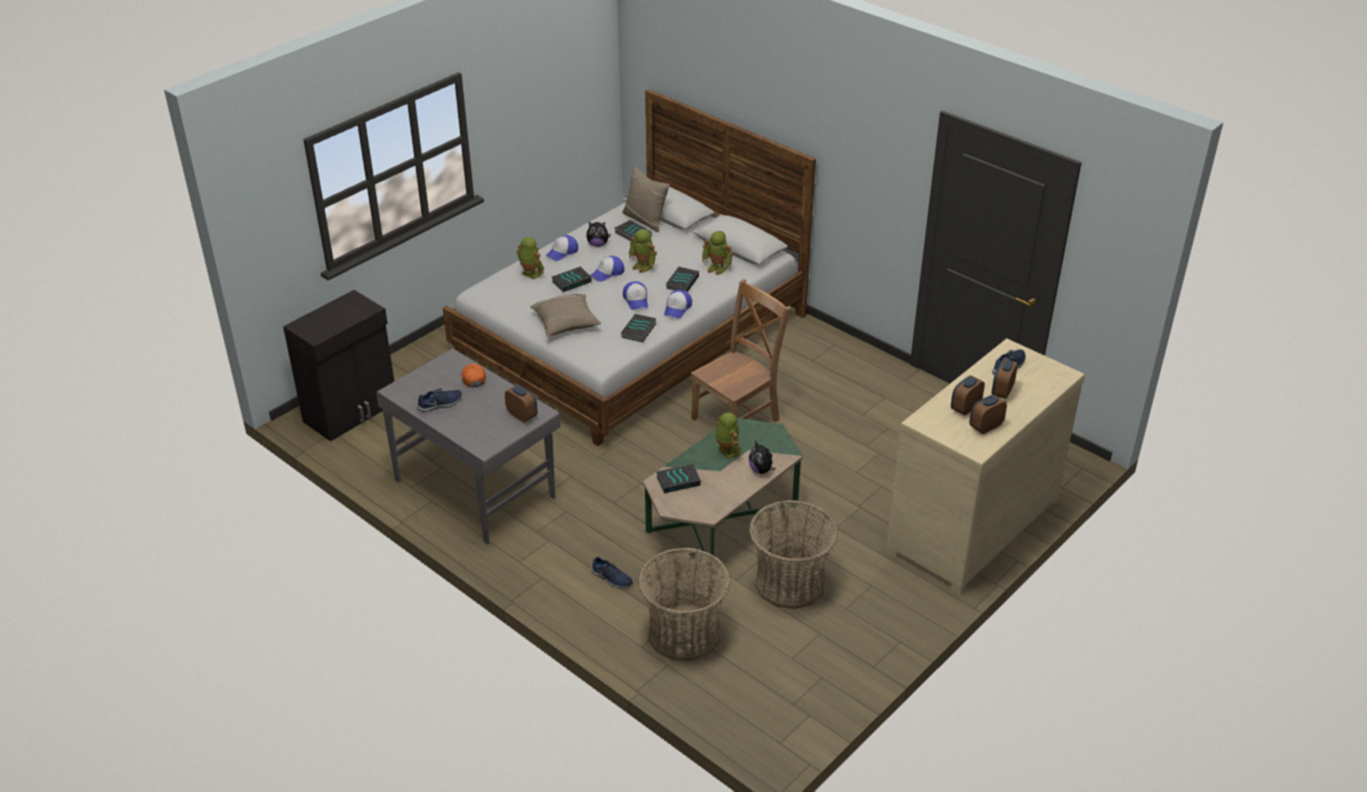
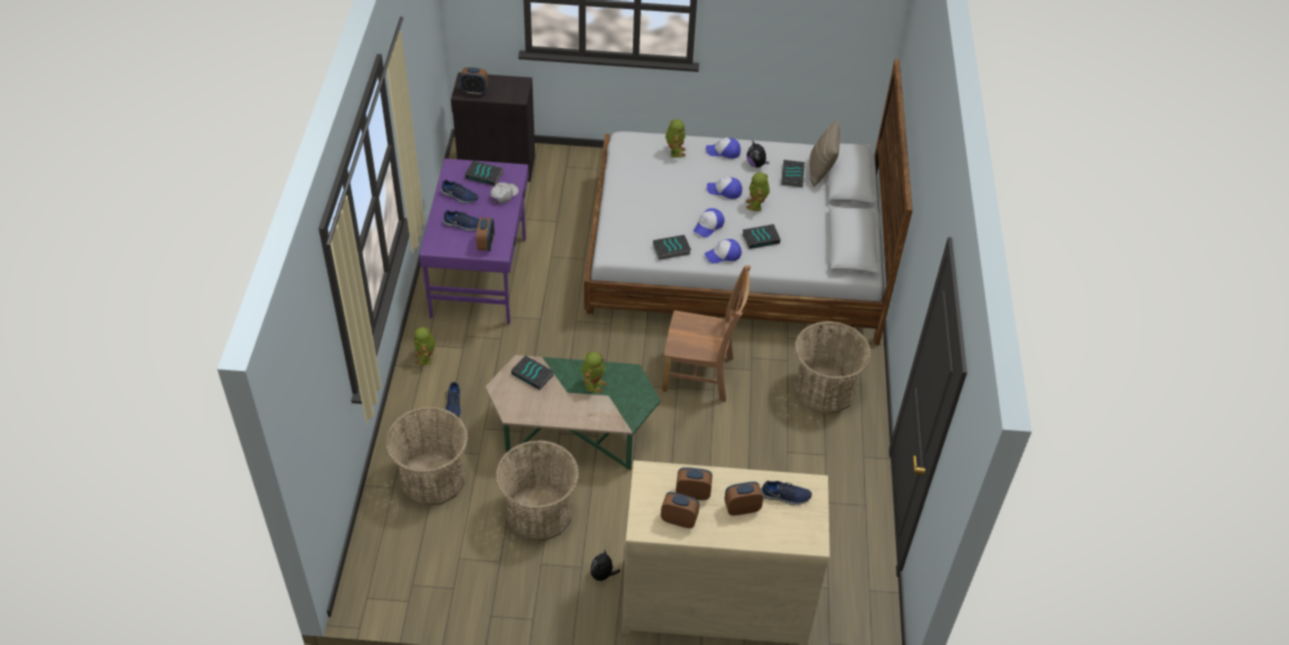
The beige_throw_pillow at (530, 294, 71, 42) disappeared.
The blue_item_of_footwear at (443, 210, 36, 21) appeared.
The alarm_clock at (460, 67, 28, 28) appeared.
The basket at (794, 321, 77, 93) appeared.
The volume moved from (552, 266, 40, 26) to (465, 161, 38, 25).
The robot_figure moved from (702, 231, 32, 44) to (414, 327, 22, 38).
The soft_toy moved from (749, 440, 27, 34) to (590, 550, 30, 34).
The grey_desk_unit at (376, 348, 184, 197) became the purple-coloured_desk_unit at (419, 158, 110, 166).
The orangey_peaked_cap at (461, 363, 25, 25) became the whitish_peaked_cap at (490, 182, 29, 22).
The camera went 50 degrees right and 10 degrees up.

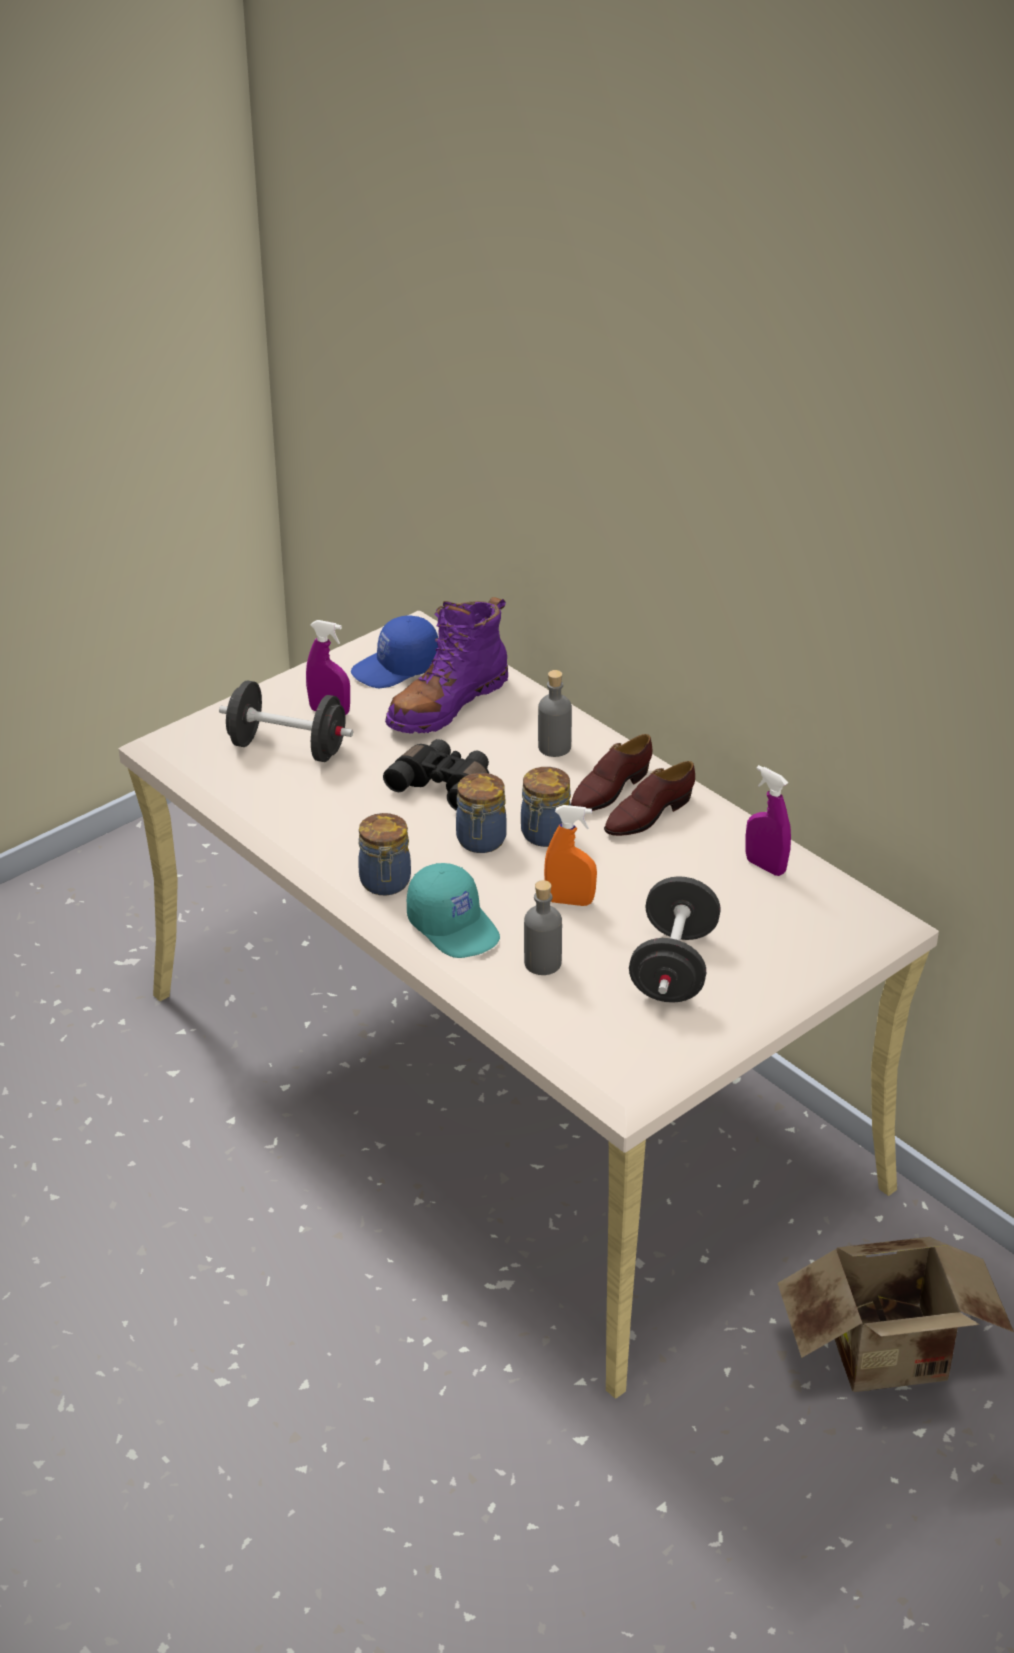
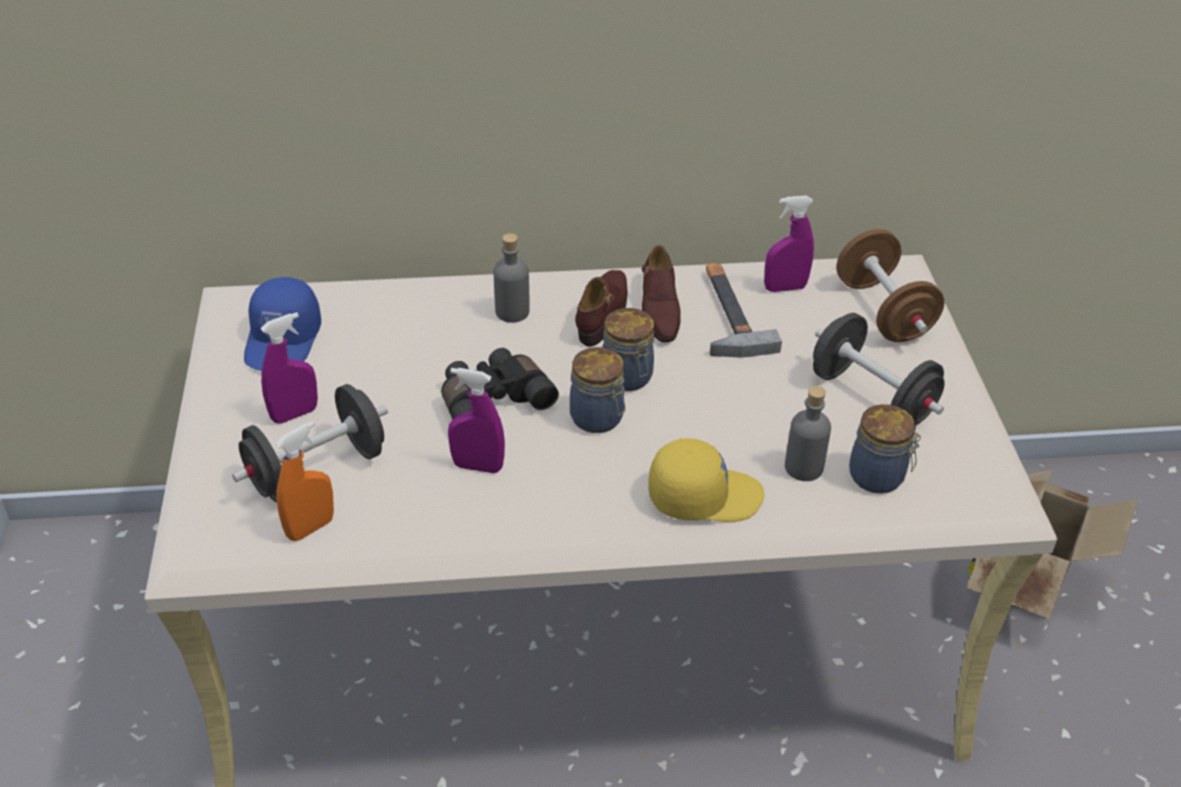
The purple-coloured_tall_boot at (385, 597, 123, 137) disappeared.
The purple-coloured_hand_sprayer at (448, 368, 57, 105) appeared.
The hand_hammer at (706, 263, 76, 95) appeared.
The brown-coloured_free_weight at (836, 229, 108, 113) appeared.
The storage_jar moved from (358, 813, 53, 82) to (849, 404, 72, 90).
The orangey_hand_sprayer moved from (544, 805, 53, 101) to (275, 421, 59, 120).
The turquoise_peaked_cap at (407, 863, 93, 95) became the yellow-coloured_peaked_cap at (648, 438, 116, 84).
The brown-coloured_item_of_footwear at (570, 734, 83, 77) turned 150 degrees counterclockwise.
The camera went 55 degrees left and 5 degrees up.

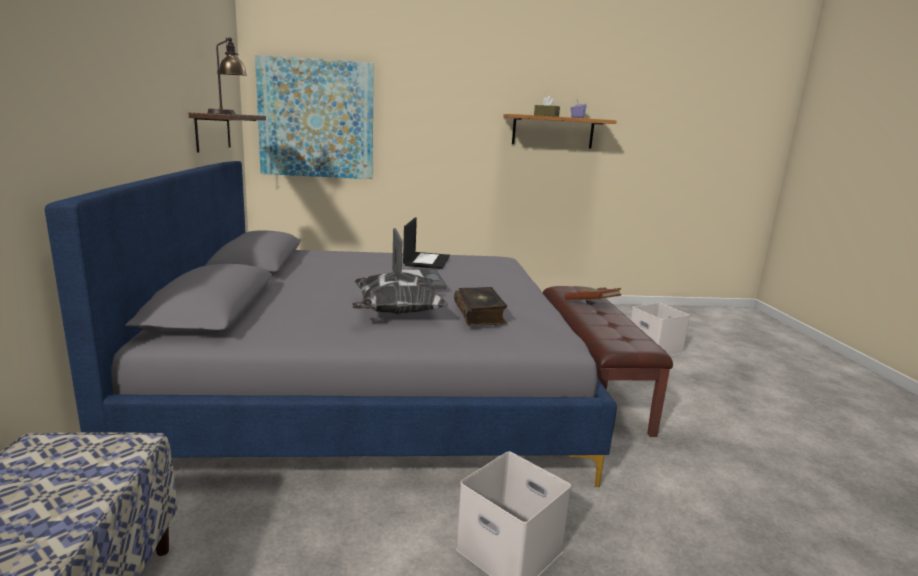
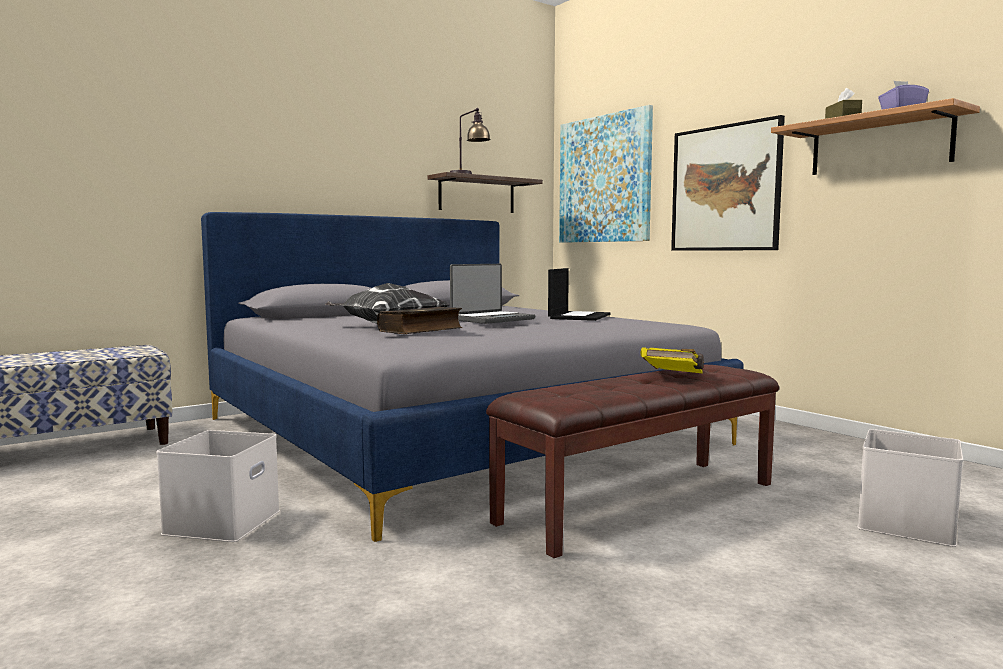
The picture at (671, 115, 114, 136) appeared.
The brown-coloured_volume at (564, 288, 57, 12) became the yellow-coloured_volume at (641, 347, 63, 26).
The portable_computer at (403, 218, 47, 51) turned 45 degrees counterclockwise.
The camera went 60 degrees right and 10 degrees down.

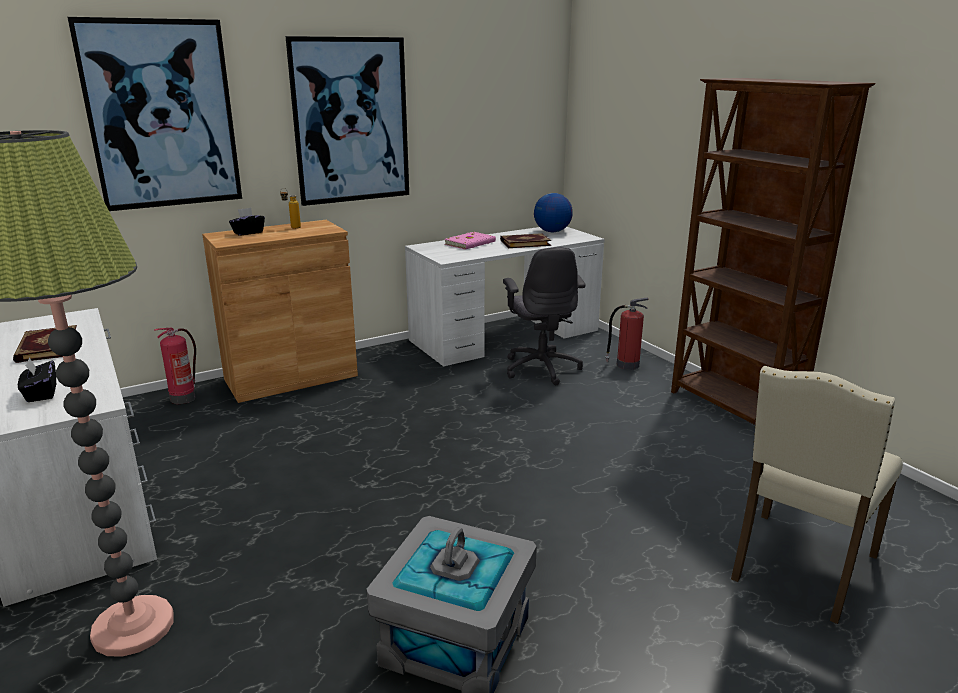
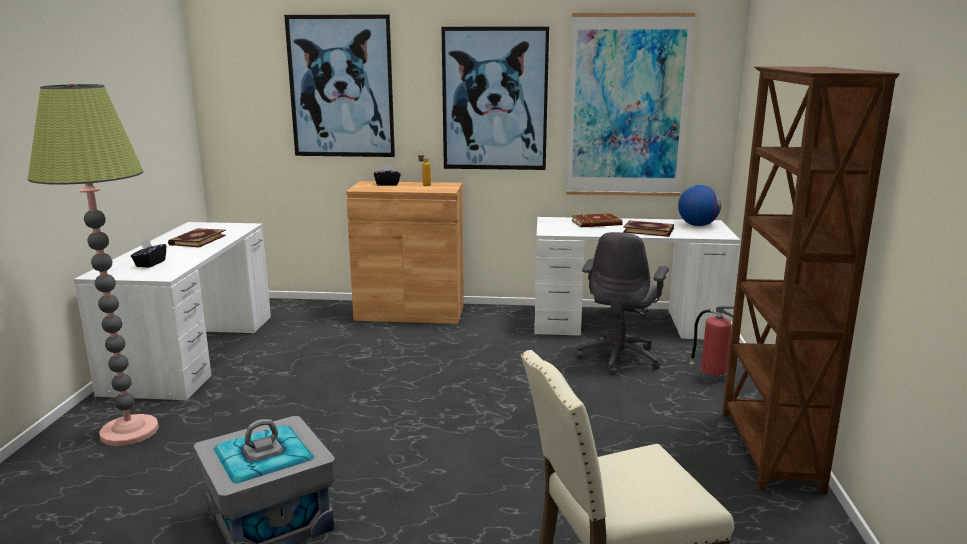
The fire-fighting_cylinder at (155, 328, 41, 76) disappeared.
The picture at (566, 13, 129, 183) appeared.
The pinkish_volume at (444, 232, 52, 18) became the brown-coloured_volume at (571, 213, 52, 14).
The camera went 35 degrees right and 5 degrees down.

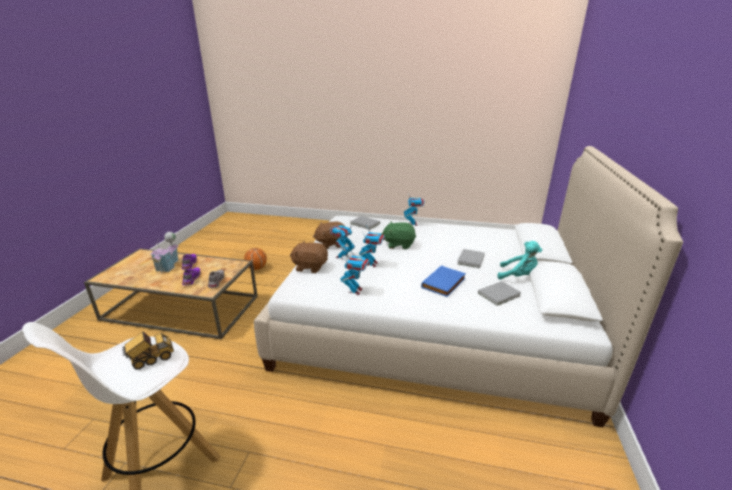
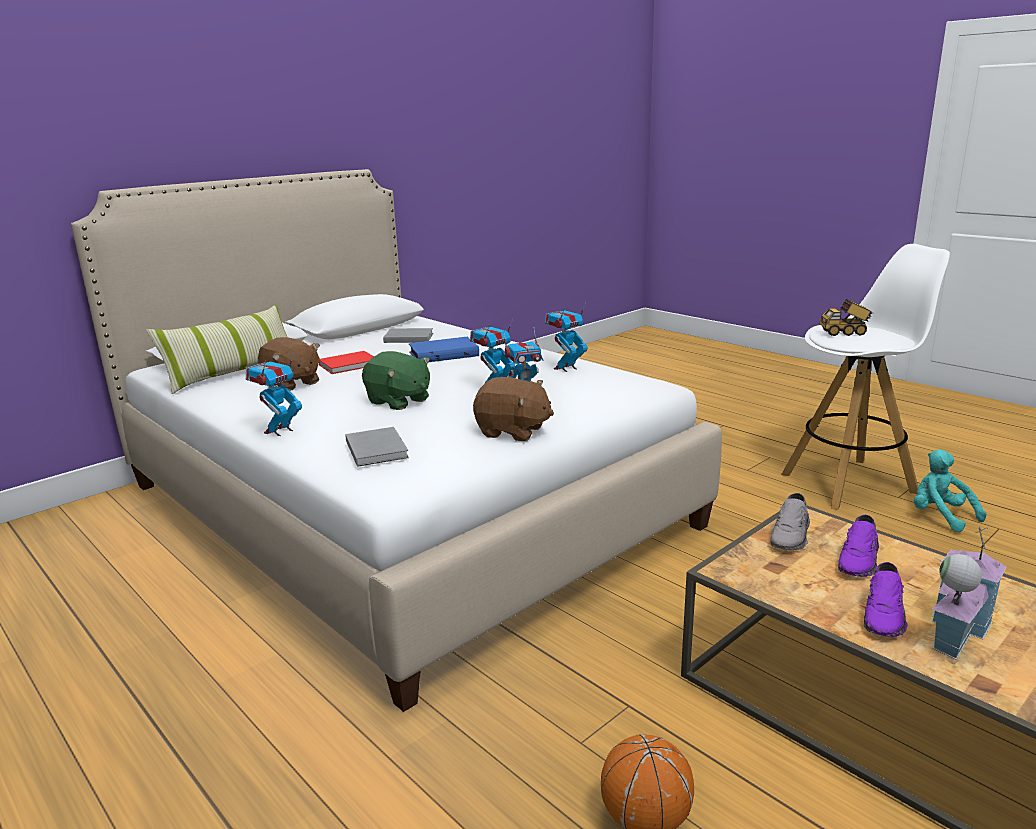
The throw_pillow at (147, 305, 140, 89) appeared.
The brown-coloured_soft_toy moved from (290, 241, 38, 32) to (258, 337, 62, 54).
The turquoise_soft_toy moved from (498, 241, 44, 39) to (914, 449, 73, 83).
The grey_volume at (457, 249, 28, 19) became the red-coloured_volume at (319, 351, 55, 23).
The camera went 145 degrees left and 5 degrees down.

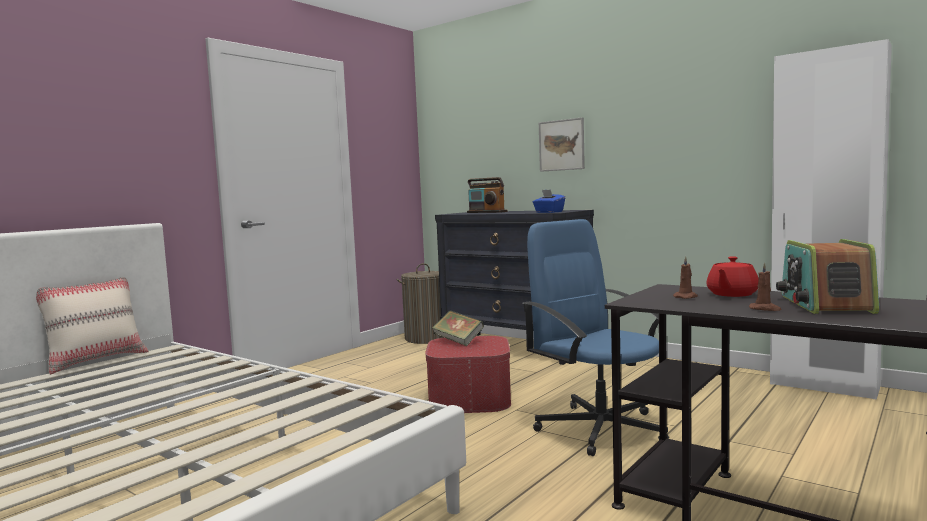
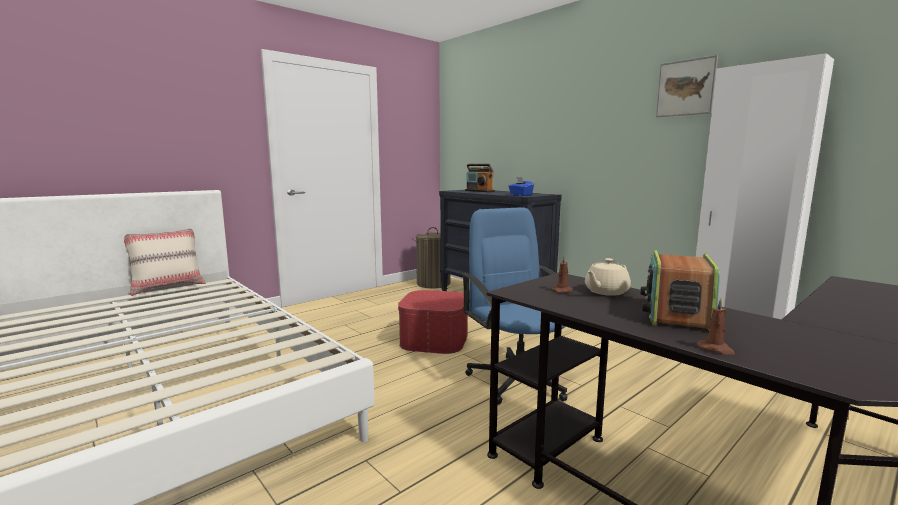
The volume at (432, 310, 52, 36) disappeared.
The picture moved from (539, 117, 46, 55) to (656, 55, 62, 62).
The brown-coloured_wax_light moved from (749, 262, 32, 49) to (697, 298, 38, 57).
The red-coloured_tea_pot at (707, 256, 52, 41) became the beige_tea_pot at (585, 258, 46, 38).
The camera went 10 degrees right and 5 degrees up.

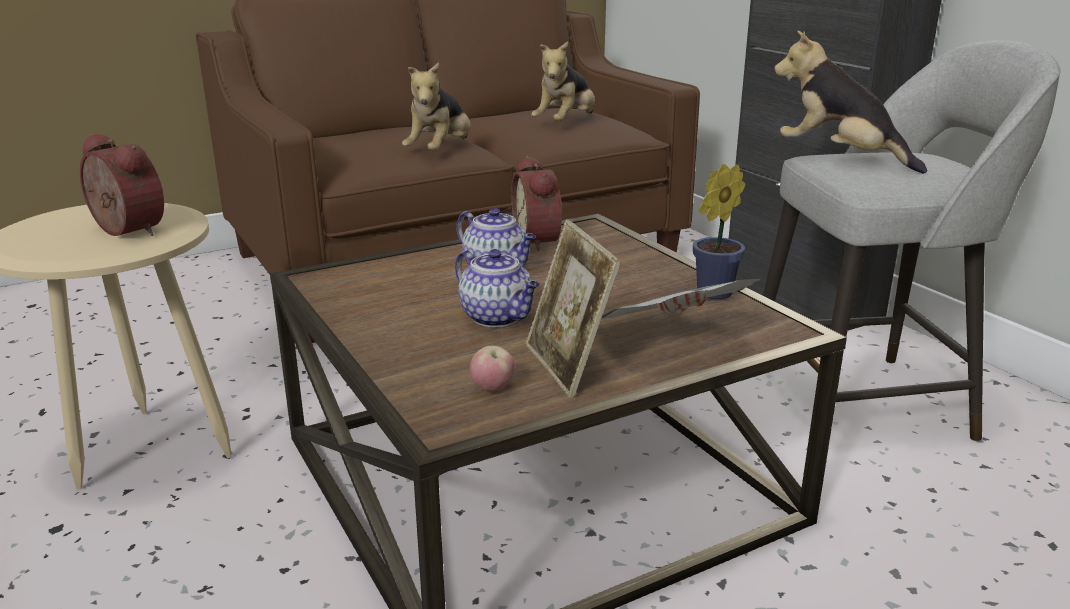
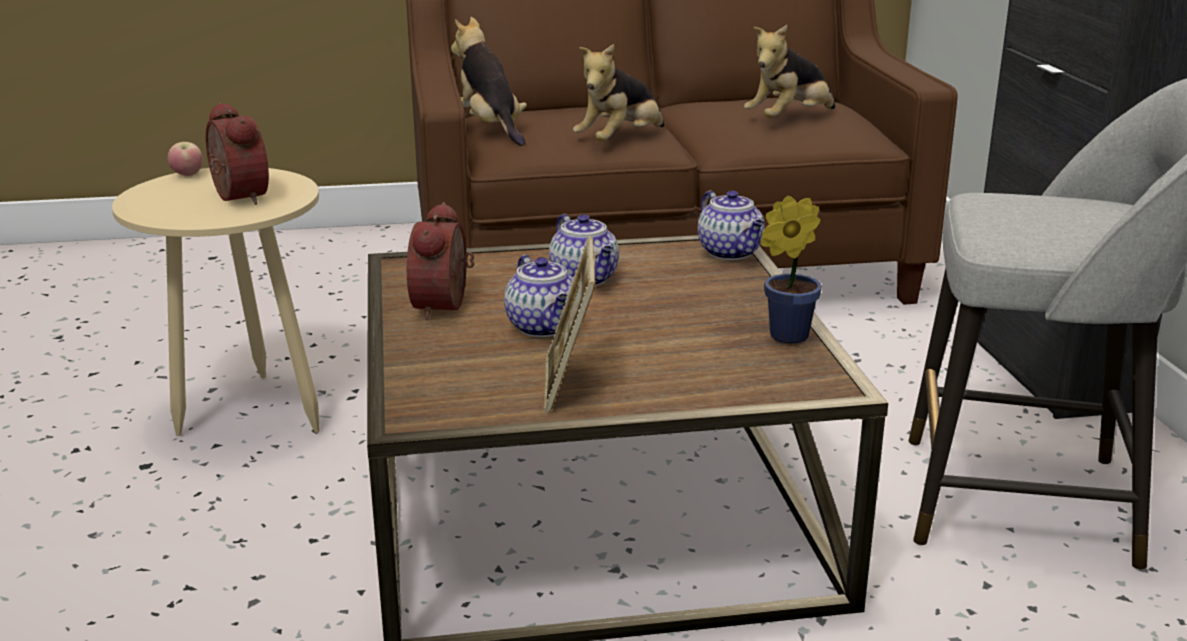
The daily_paper at (601, 279, 159, 40) disappeared.
The tea_pot at (697, 190, 68, 70) appeared.
The whole_apple moved from (470, 346, 45, 45) to (168, 142, 35, 34).
The alarm_clock moved from (511, 156, 51, 95) to (407, 202, 67, 118).
The soft_toy moved from (774, 31, 153, 143) to (451, 17, 76, 129).
The camera went 20 degrees right and 0 degrees up.

